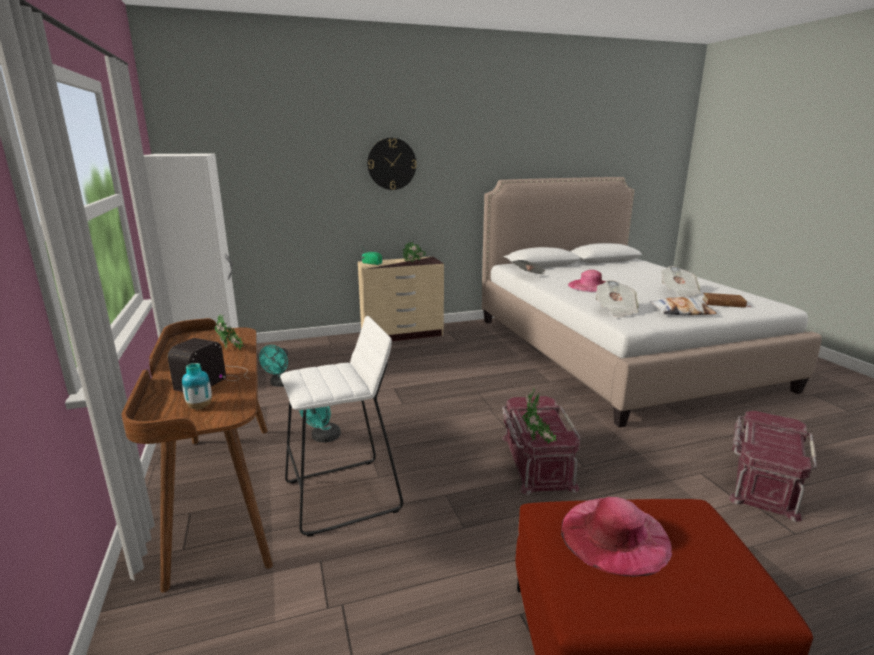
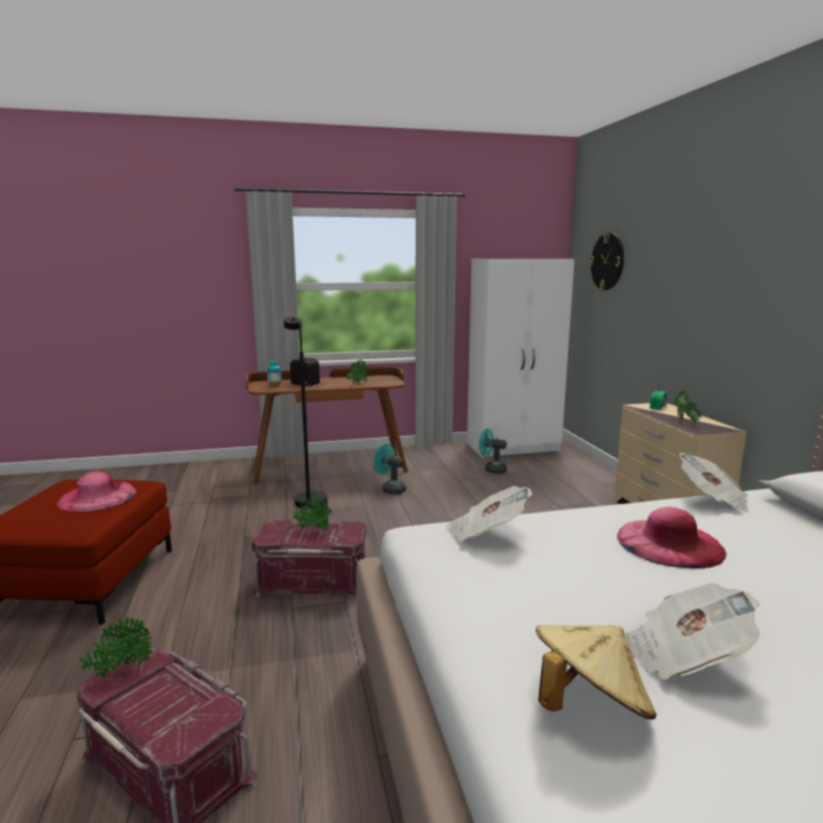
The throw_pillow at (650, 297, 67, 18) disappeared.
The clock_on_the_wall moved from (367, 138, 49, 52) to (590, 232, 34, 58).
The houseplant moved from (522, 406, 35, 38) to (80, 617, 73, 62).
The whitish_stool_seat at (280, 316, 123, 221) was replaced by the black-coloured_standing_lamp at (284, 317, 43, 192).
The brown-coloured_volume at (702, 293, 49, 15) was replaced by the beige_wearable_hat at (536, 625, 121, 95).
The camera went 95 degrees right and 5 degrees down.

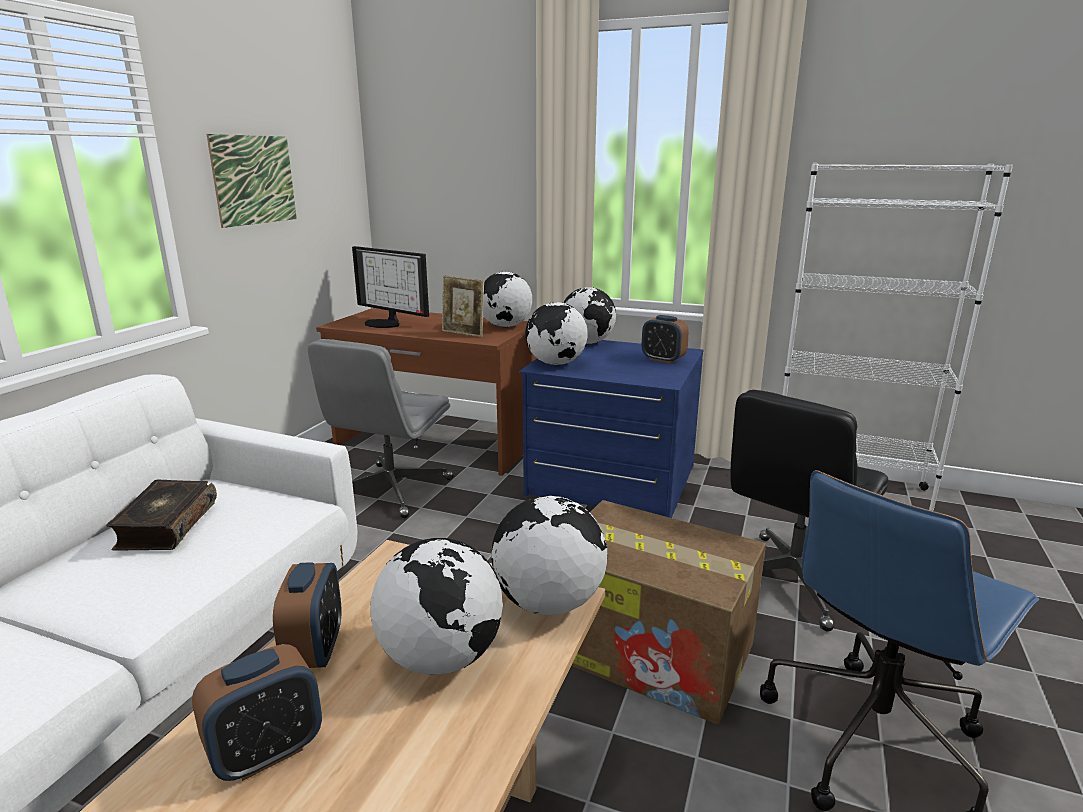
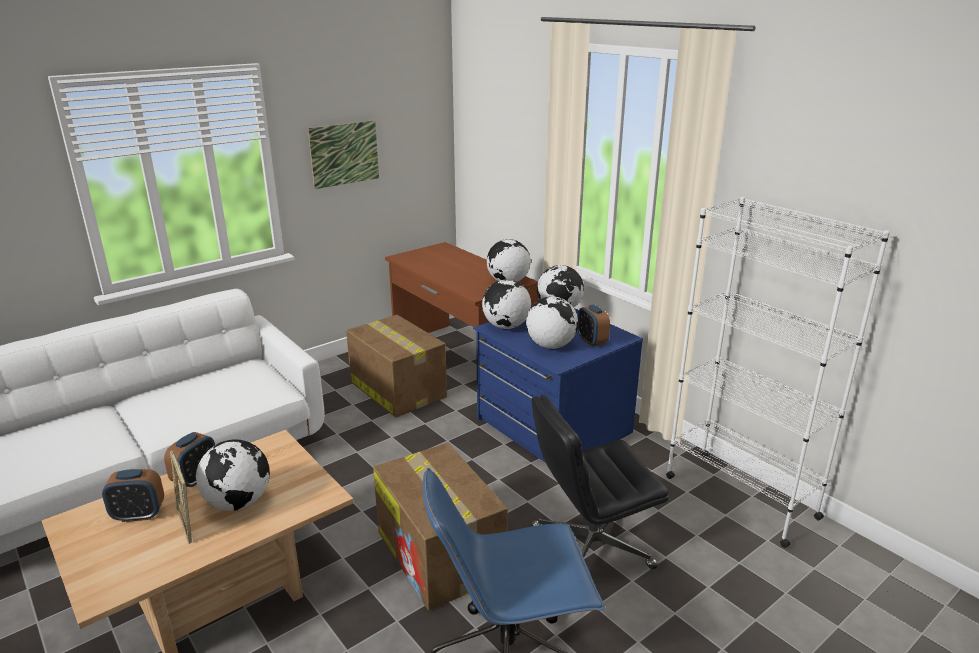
The volume at (106, 479, 111, 72) disappeared.
The computer_display at (352, 246, 77, 82) disappeared.
The photo_frame moved from (442, 275, 42, 62) to (170, 451, 22, 93).
The globe moved from (491, 496, 117, 119) to (526, 296, 52, 53).
The grey_computer_chair at (308, 339, 146, 179) was replaced by the carton at (346, 315, 101, 102).
The camera went 30 degrees right and 5 degrees up.

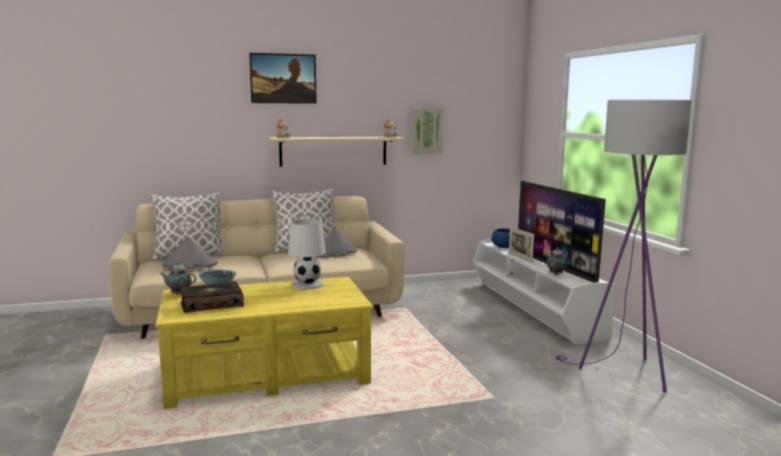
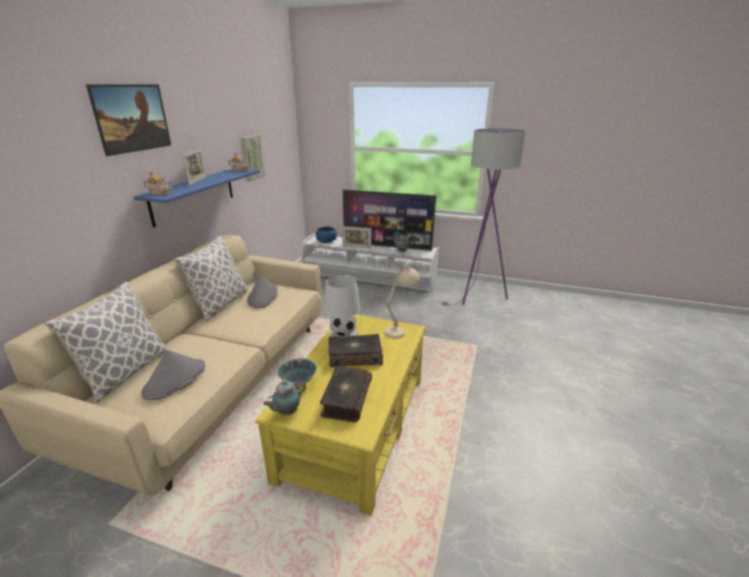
The photo_frame at (182, 146, 25, 40) appeared.
The volume at (329, 334, 54, 33) appeared.
The beige_table_lamp at (384, 262, 36, 77) appeared.
The beige_wall_shelf at (268, 137, 137, 30) became the blue_wall_shelf at (134, 169, 126, 59).
The camera went 55 degrees left and 15 degrees up.

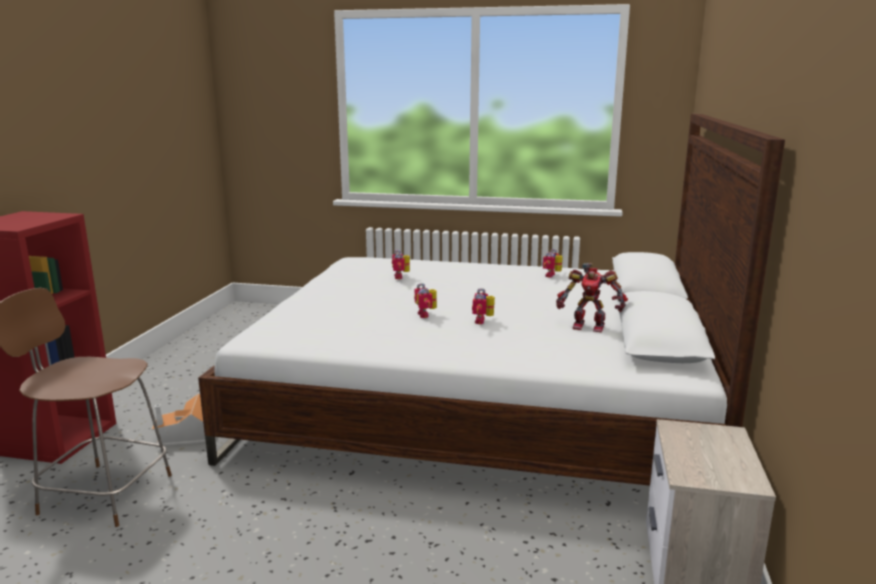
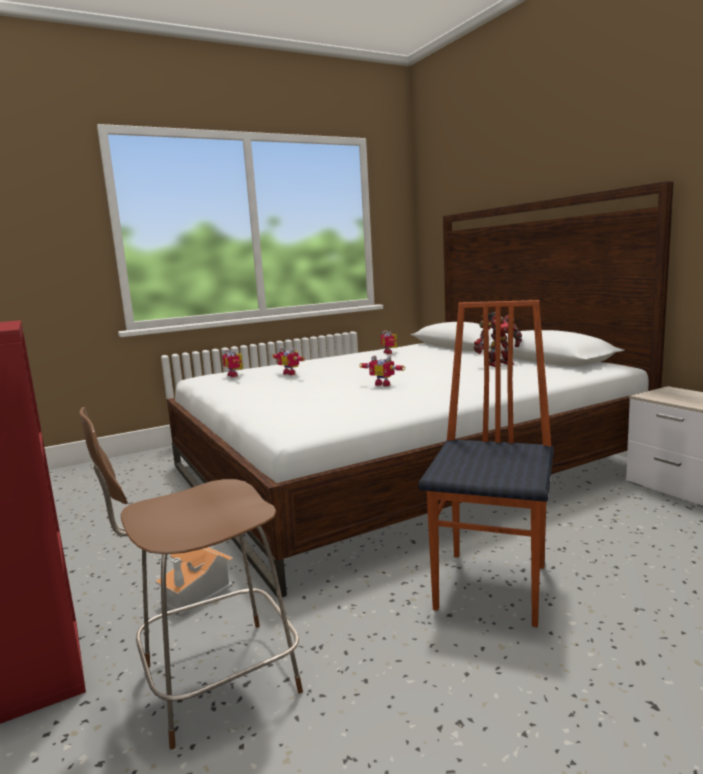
The plain_chair at (418, 300, 136, 327) appeared.
The robot_figure moved from (472, 288, 23, 36) to (222, 350, 21, 27).
The camera went 40 degrees left and 5 degrees down.

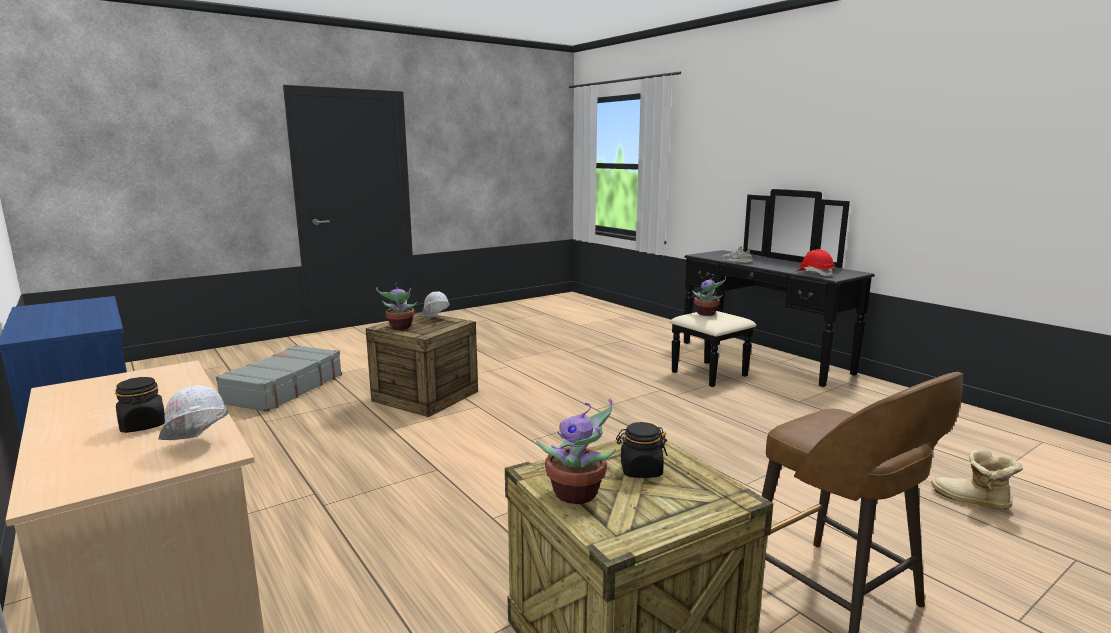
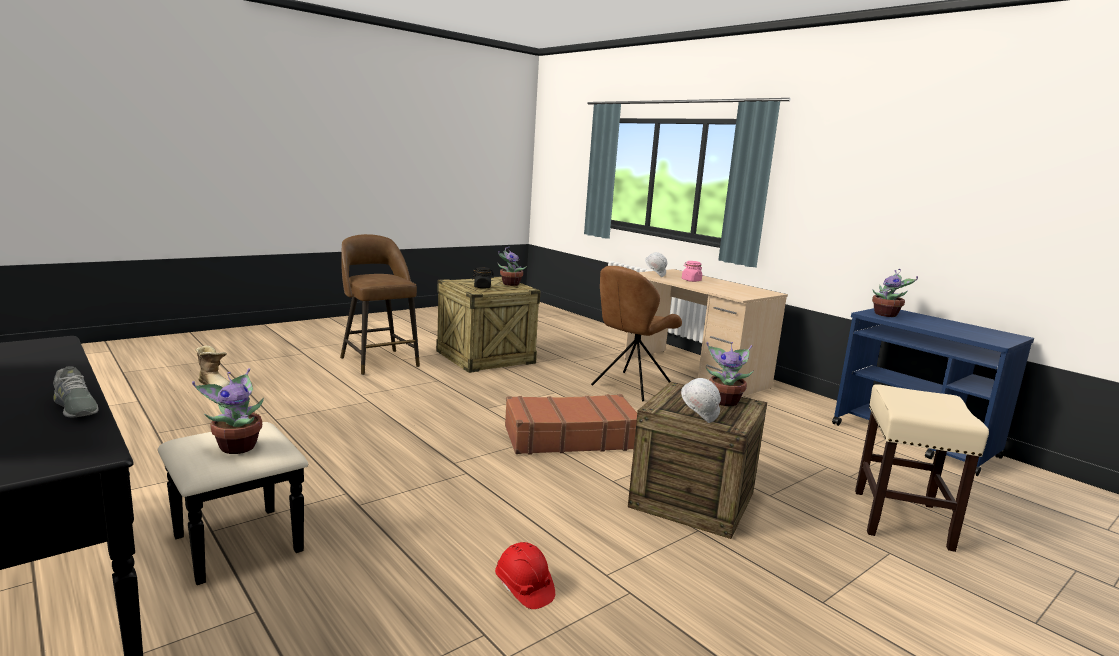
The brown-coloured_piece_of_luggage at (505, 394, 132, 61) appeared.
The brown-coloured_plain_chair at (591, 266, 91, 135) appeared.
The houseplant at (872, 269, 46, 48) appeared.
The red-coloured_work_helmet moved from (797, 249, 38, 28) to (495, 542, 60, 67).
The grey_piece_of_luggage at (216, 345, 126, 67) was replaced by the beige_stool_seat at (855, 384, 134, 168).
The black-coloured_storage_jar at (115, 377, 50, 56) became the pinkish_storage_jar at (682, 261, 20, 21).
The camera went 175 degrees right and 0 degrees up.

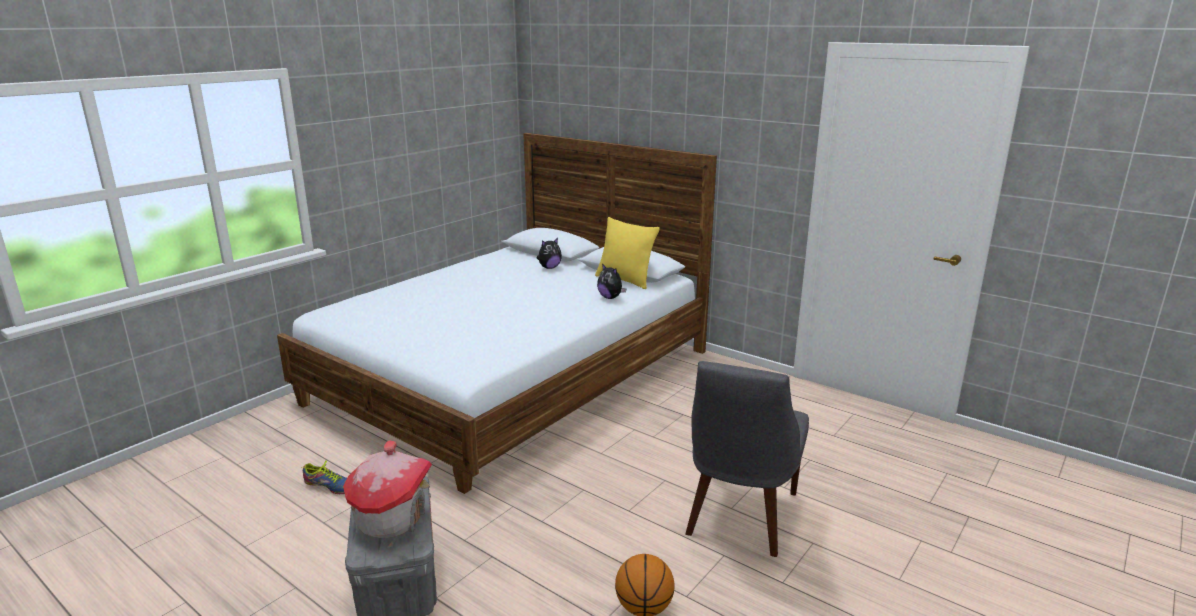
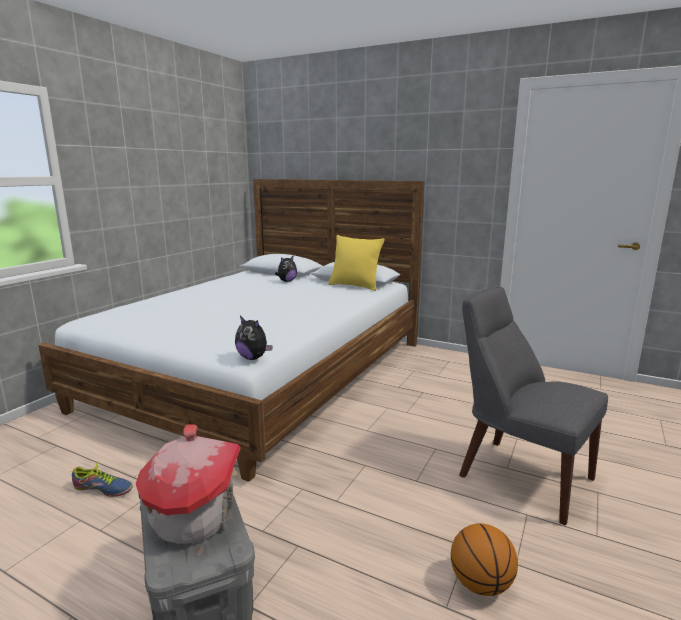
The soft_toy moved from (597, 264, 30, 35) to (235, 316, 38, 44).
The grey_plain_chair at (685, 361, 124, 196) turned 120 degrees clockwise.
The camera went 10 degrees left and 5 degrees down.

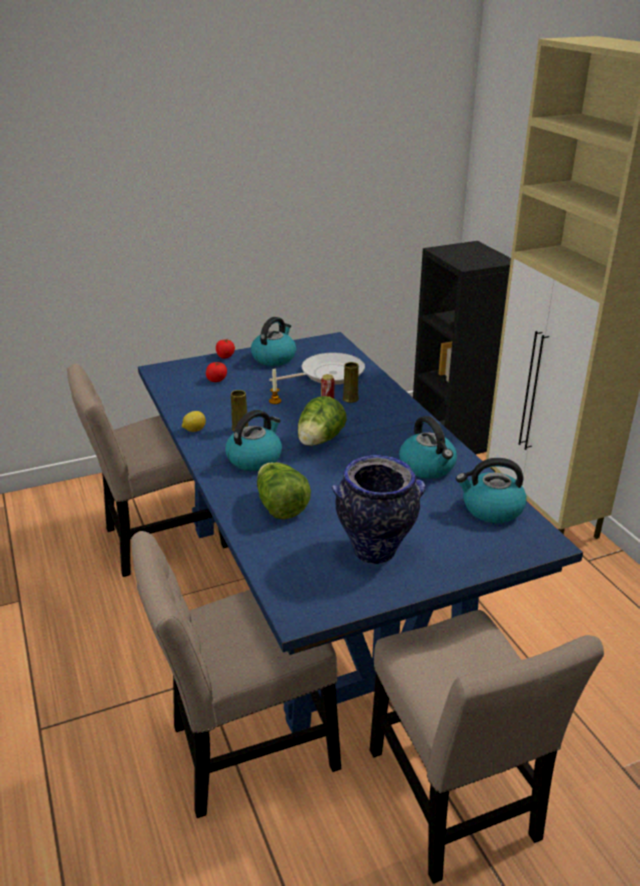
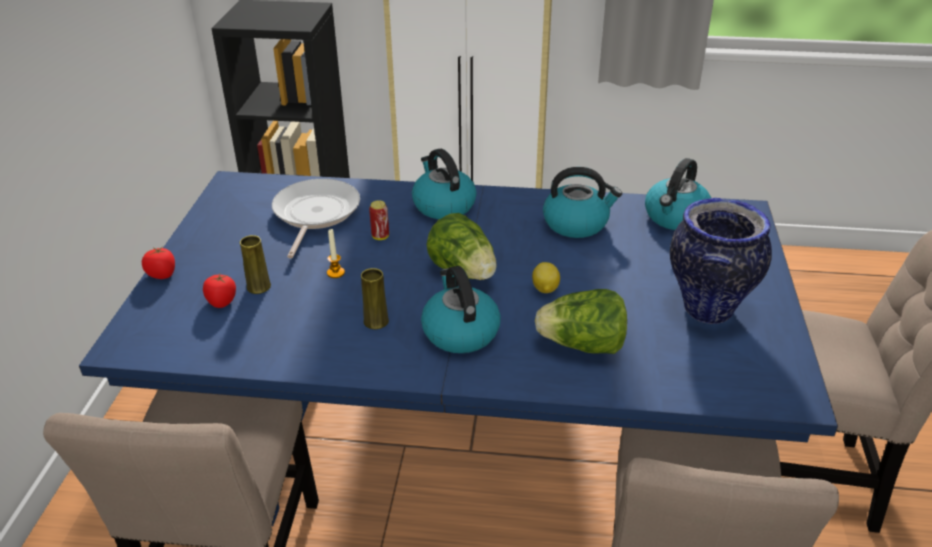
The whole_lemon moved from (182, 411, 24, 21) to (532, 262, 28, 31).
The water_kettle moved from (251, 317, 45, 49) to (412, 149, 65, 70).
The yellow-coloured_flower_vase moved from (343, 362, 16, 41) to (240, 235, 31, 59).
The camera went 60 degrees left and 5 degrees up.

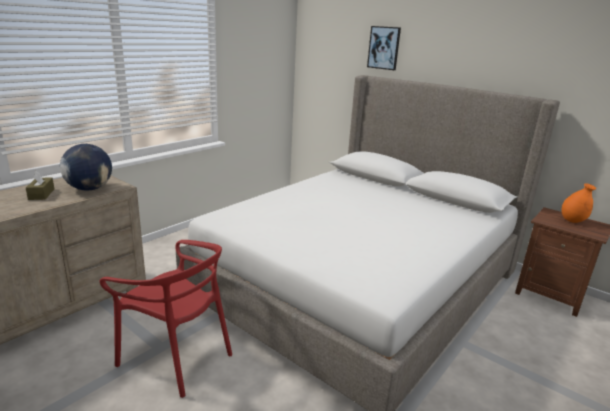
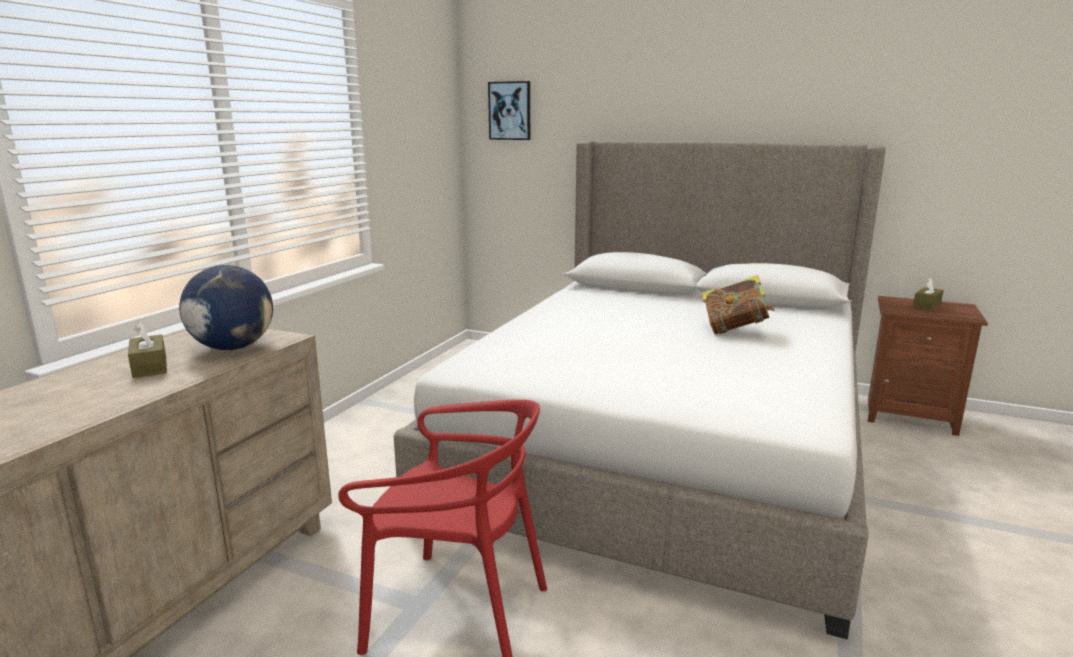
The volume at (702, 275, 73, 59) appeared.
The picture moved from (367, 26, 34, 44) to (488, 81, 42, 59).
The orangey_flower_vase at (562, 183, 34, 40) was replaced by the brown-coloured_tissue_box at (913, 277, 31, 34).
The camera went 15 degrees left and 5 degrees down.

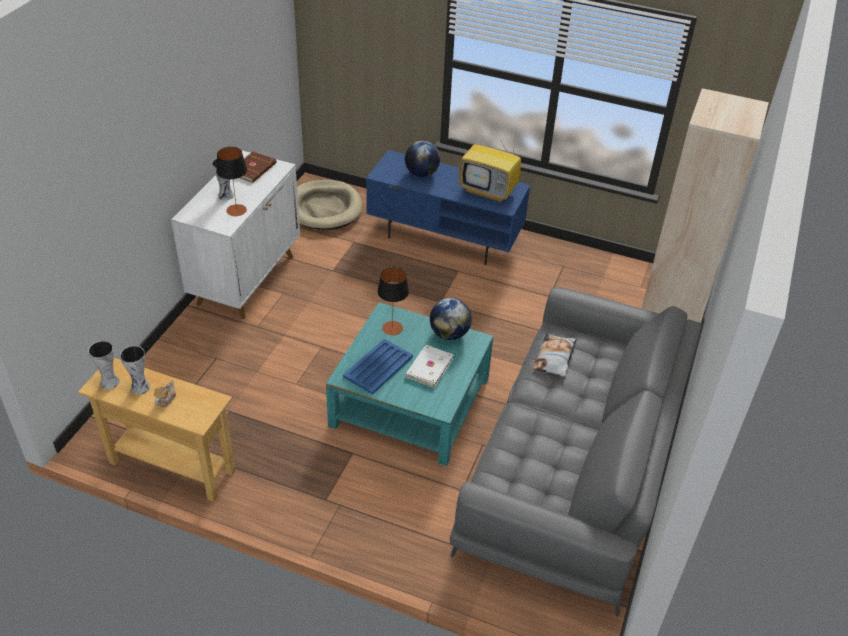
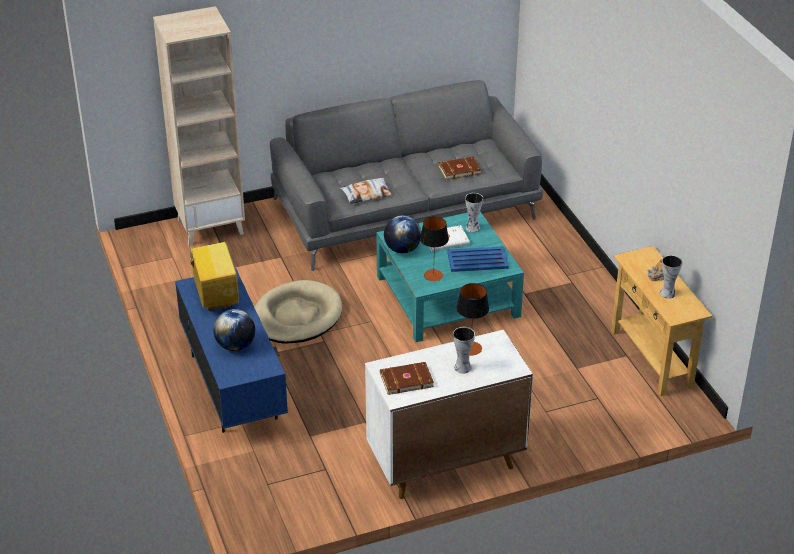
The brown-coloured_volume at (438, 157, 43, 23) appeared.
The flower_vase moved from (88, 341, 32, 48) to (465, 193, 18, 40).
The beige_pet_bed moved from (297, 180, 65, 50) to (254, 280, 88, 64).
The camera went 130 degrees left and 5 degrees down.

